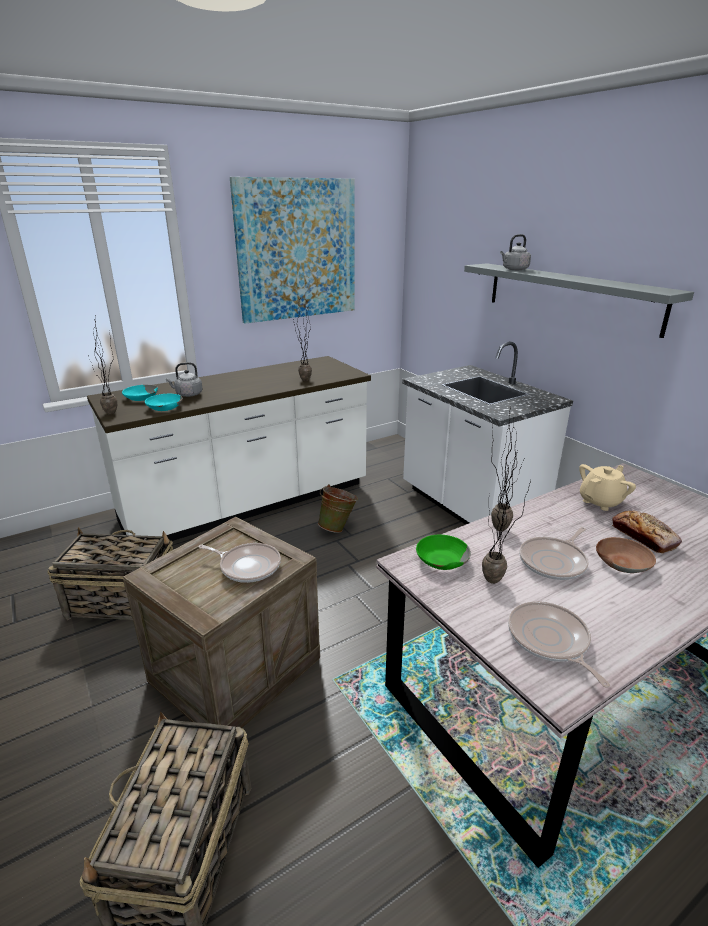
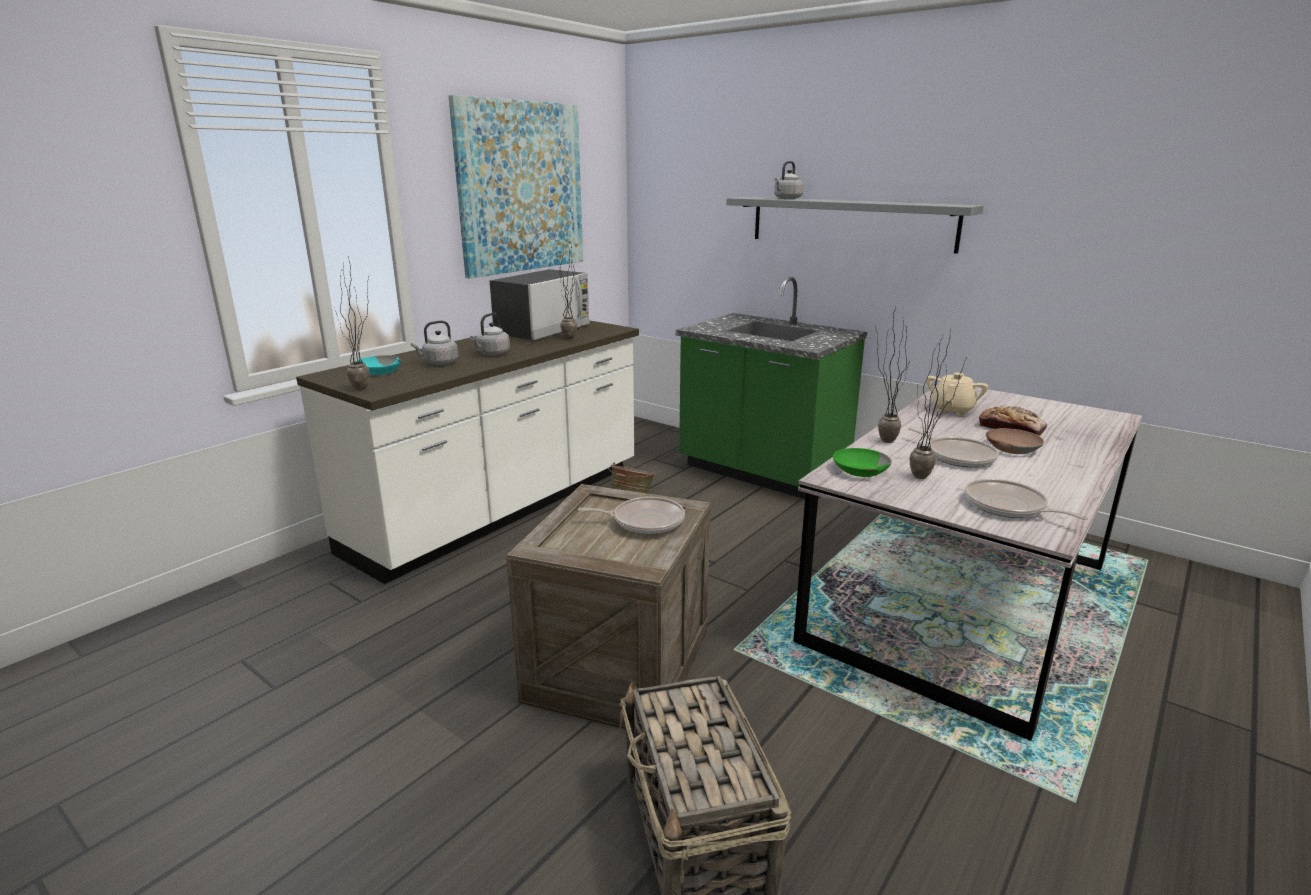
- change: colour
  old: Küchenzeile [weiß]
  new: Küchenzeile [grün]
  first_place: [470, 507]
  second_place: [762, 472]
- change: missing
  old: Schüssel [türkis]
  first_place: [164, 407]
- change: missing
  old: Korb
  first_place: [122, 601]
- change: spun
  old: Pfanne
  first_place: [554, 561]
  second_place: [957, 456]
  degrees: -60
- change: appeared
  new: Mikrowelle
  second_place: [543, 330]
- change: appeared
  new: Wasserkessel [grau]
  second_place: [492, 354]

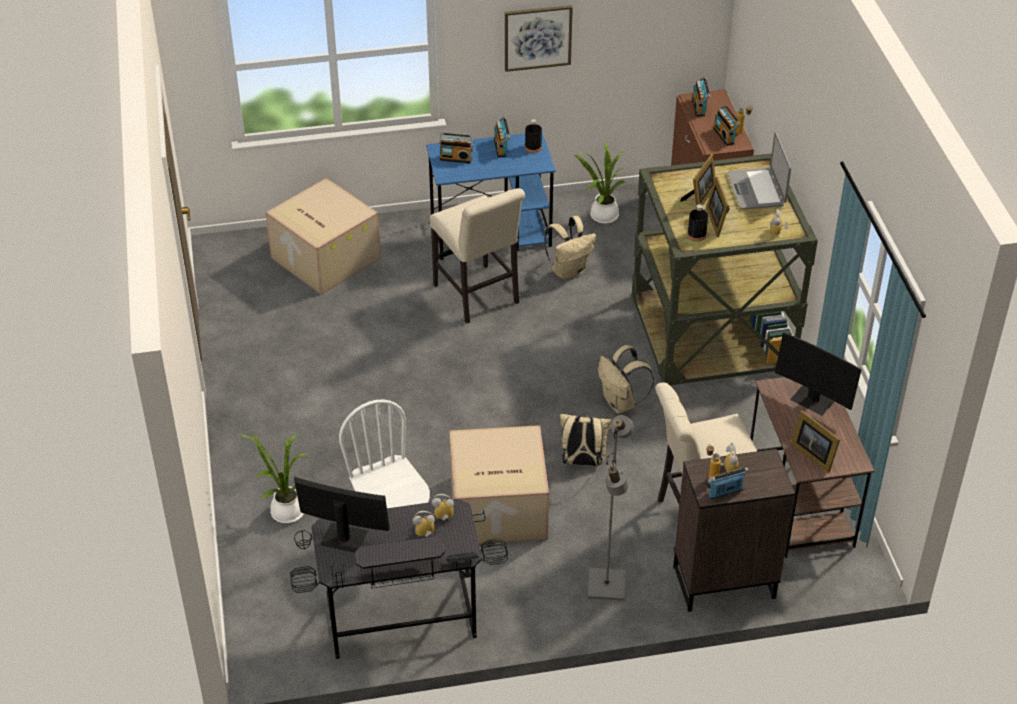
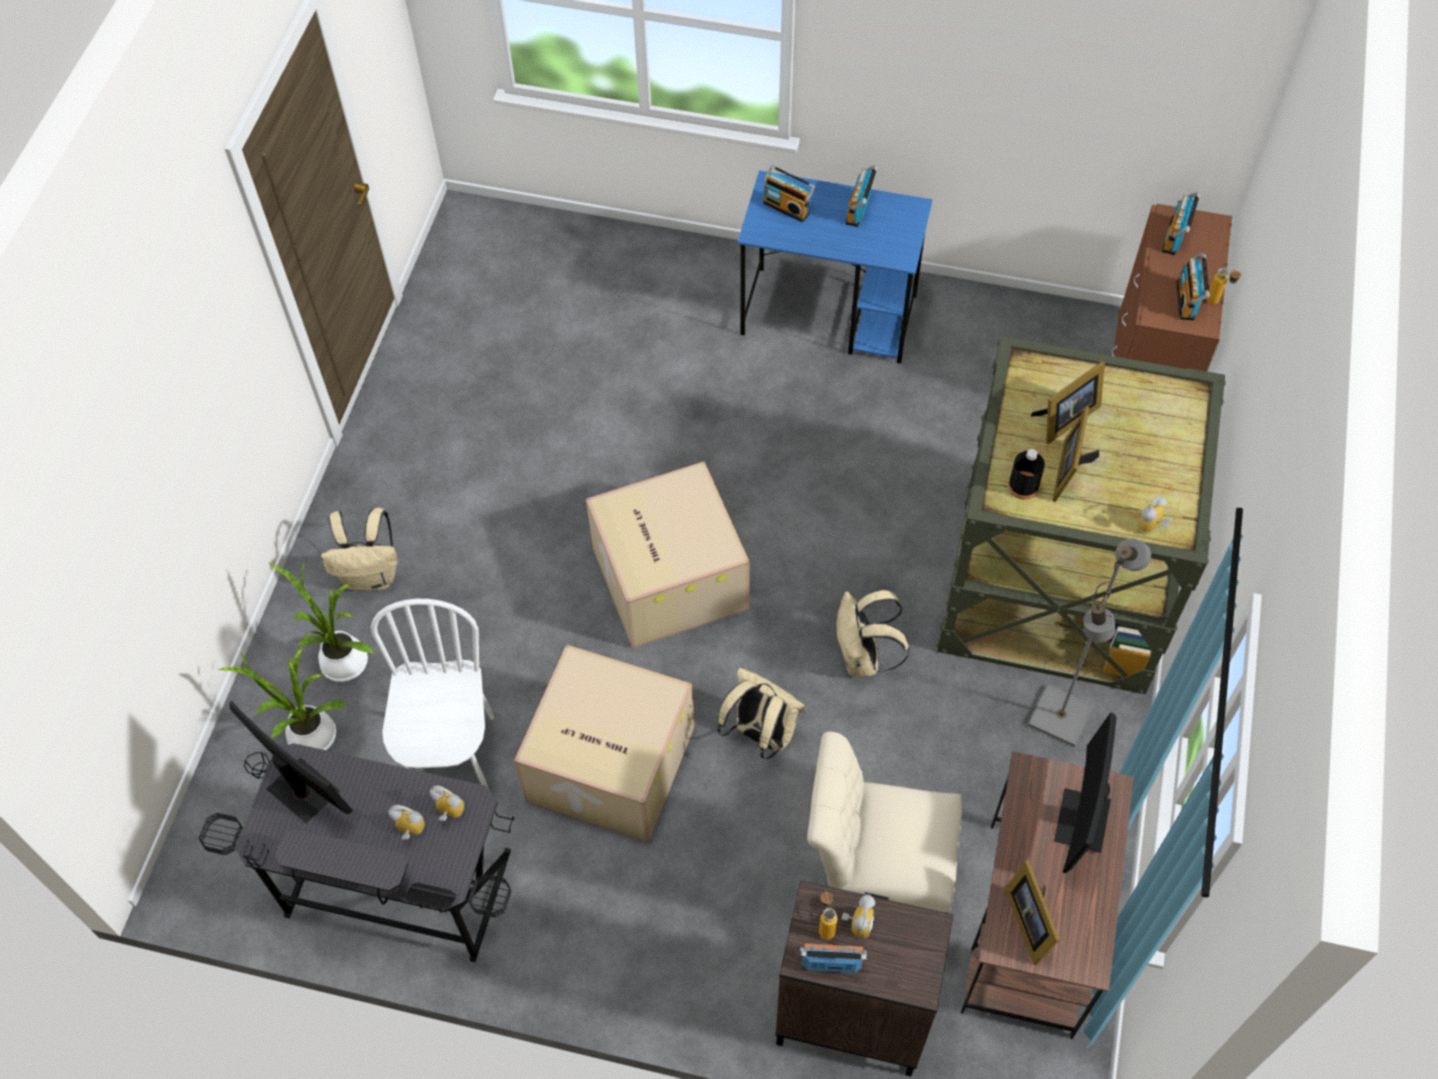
- change: missing
  old: Bild
  first_place: [537, 37]
- change: missing
  old: Flasche [schwarz]
  first_place: [533, 147]
- change: missing
  old: Laptop
  first_place: [756, 189]
- change: relocated
  old: Topfpflanze
  first_place: [601, 216]
  second_place: [308, 735]
- change: relocated
  old: Karton
  first_place: [324, 258]
  second_place: [667, 577]
- change: missing
  old: Hocker [beige]
  first_place: [478, 297]
- change: relocated
  old: Rucksack [beige]
  first_place: [569, 271]
  second_place: [372, 576]
- change: spun
  old: Monitor
  first_place: [813, 400]
  second_place: [1082, 821]
  degrees: 45
- change: relocated
  old: Stehlampe [grau]
  first_place: [606, 585]
  second_place: [1060, 716]

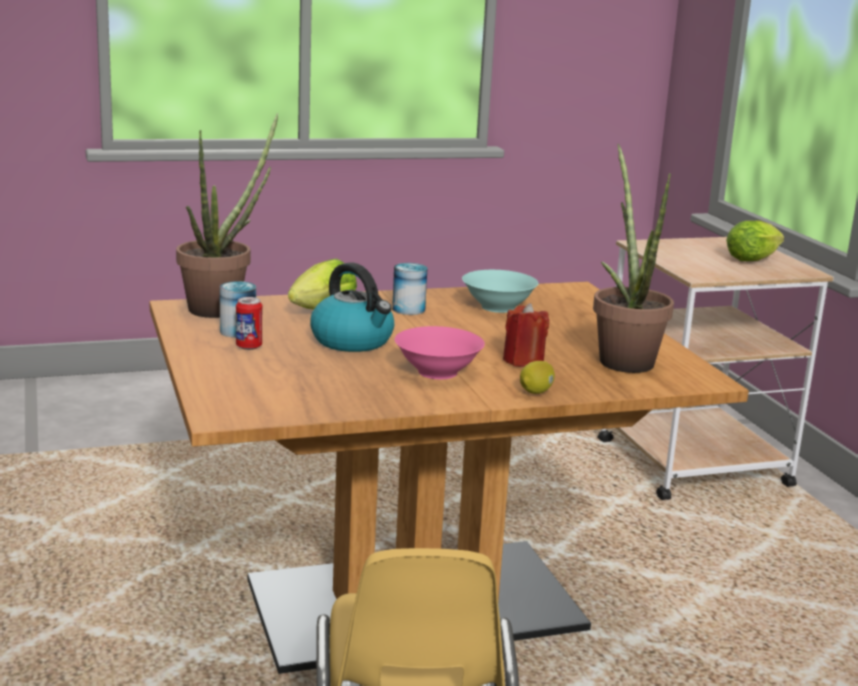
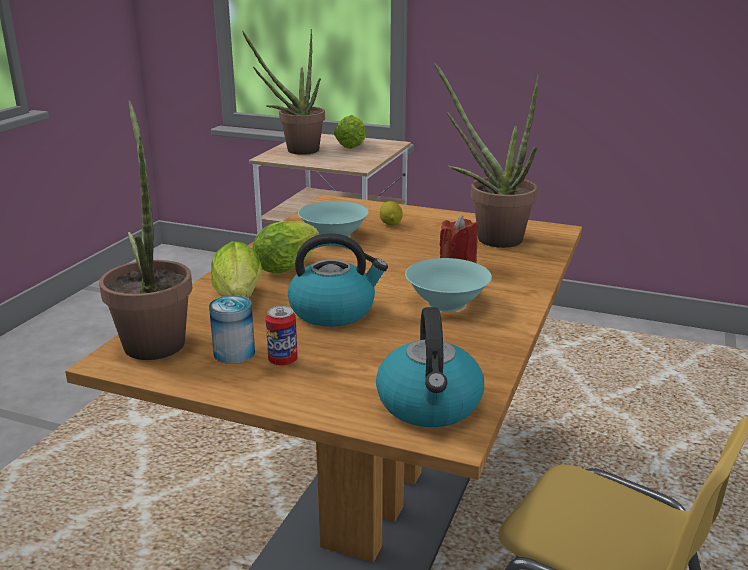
- change: exchanged
  old: Dose
  new: Salatkopf
  first_place: [408, 309]
  second_place: [290, 266]
- change: colour
  old: Schüssel [rosa]
  new: Schüssel [türkis]
  first_place: [436, 372]
  second_place: [446, 303]
- change: relocated
  old: Zitrone
  first_place: [536, 391]
  second_place: [391, 224]
- change: appeared
  new: Topfpflanze
  second_place: [296, 151]
- change: appeared
  new: Wasserkessel
  second_place: [430, 405]

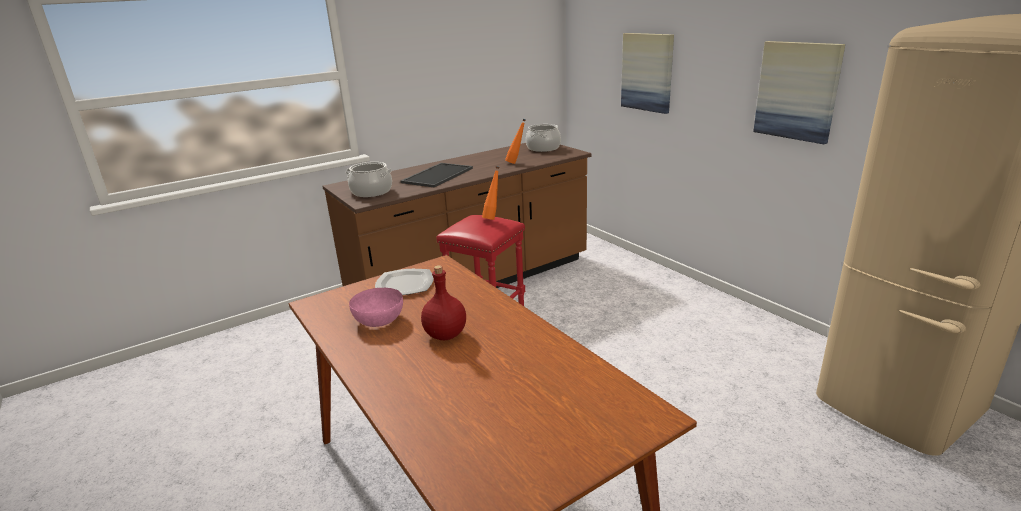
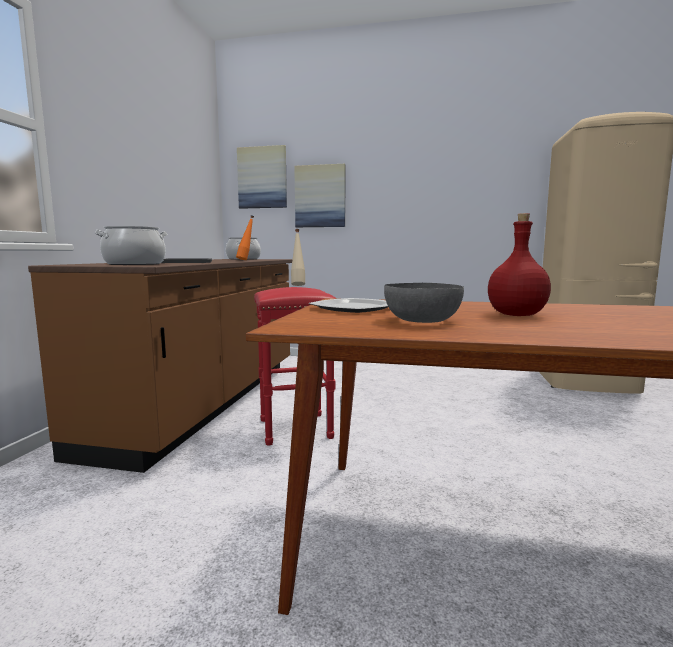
- change: relocated
  old: Bild
  first_place: [797, 91]
  second_place: [262, 177]
- change: colour
  old: Flasche [orange]
  new: Flasche [beige]
  first_place: [493, 218]
  second_place: [298, 285]
- change: colour
  old: Schüssel [rosa]
  new: Schüssel [grau]
  first_place: [379, 319]
  second_place: [421, 320]

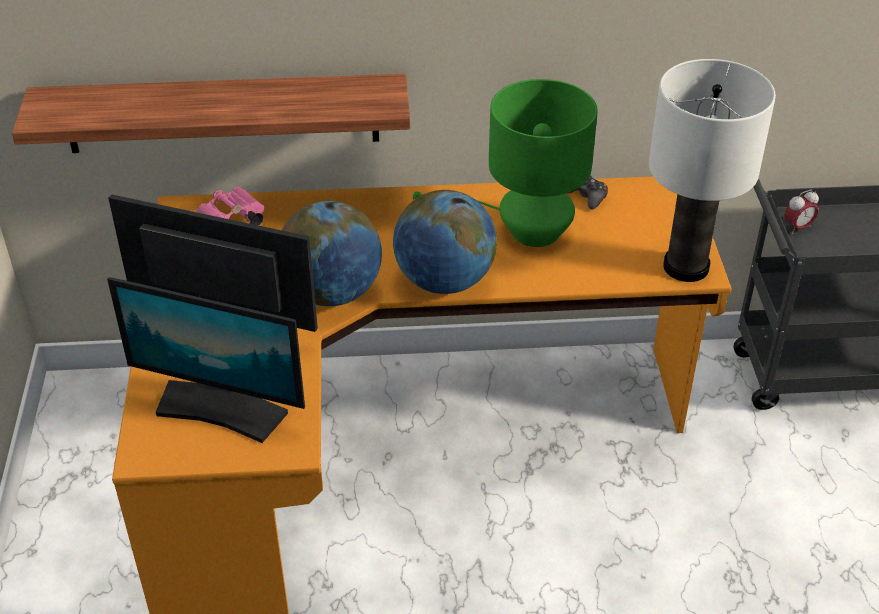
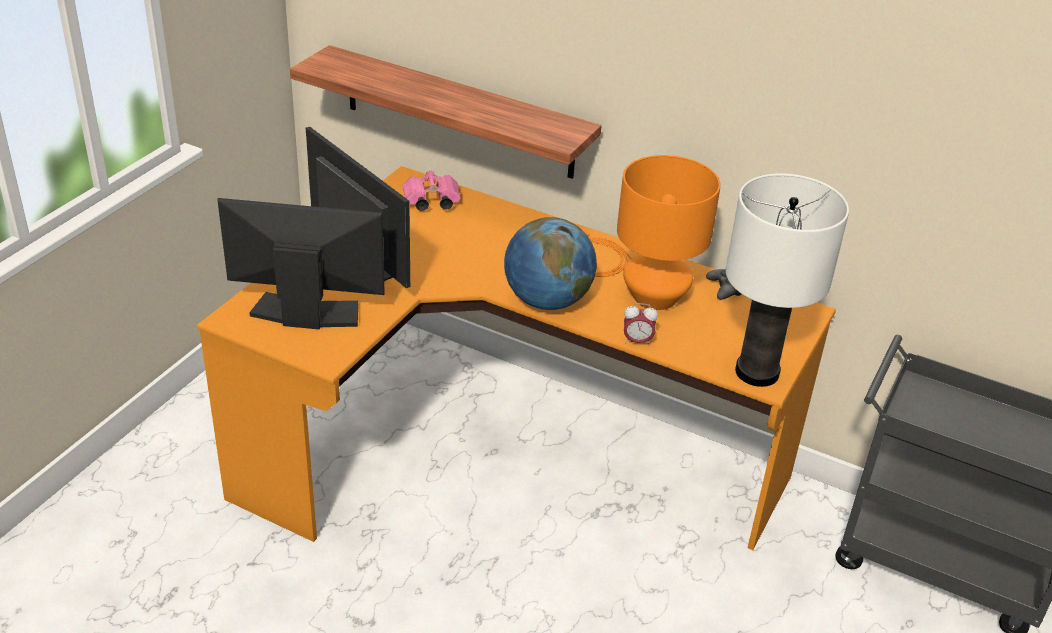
- change: colour
  old: Tischlampe [grün]
  new: Tischlampe [orange]
  first_place: [500, 225]
  second_place: [631, 281]
- change: relocated
  old: Wecker
  first_place: [797, 227]
  second_place: [637, 341]
- change: missing
  old: Globus
  first_place: [332, 293]
- change: spun
  old: Monitor
  first_place: [221, 408]
  second_place: [306, 314]
  degrees: 135

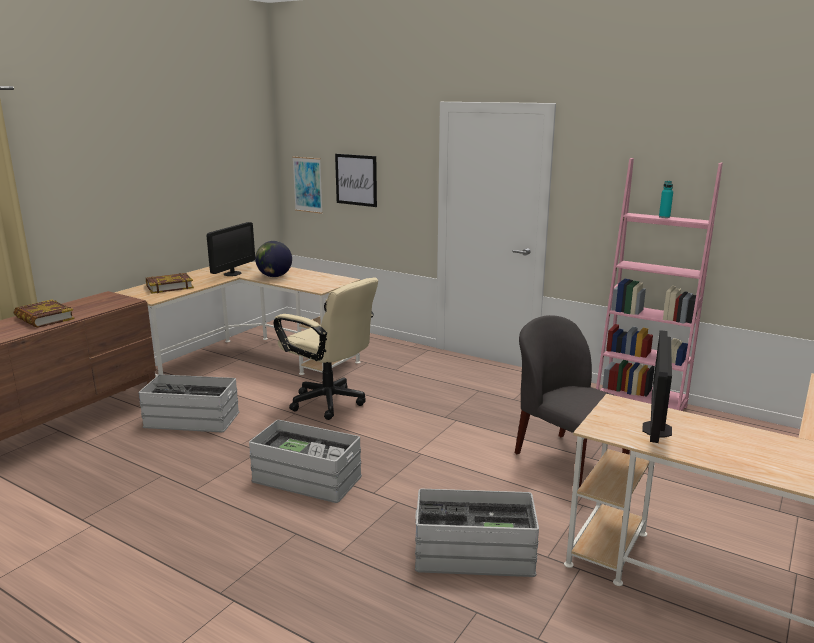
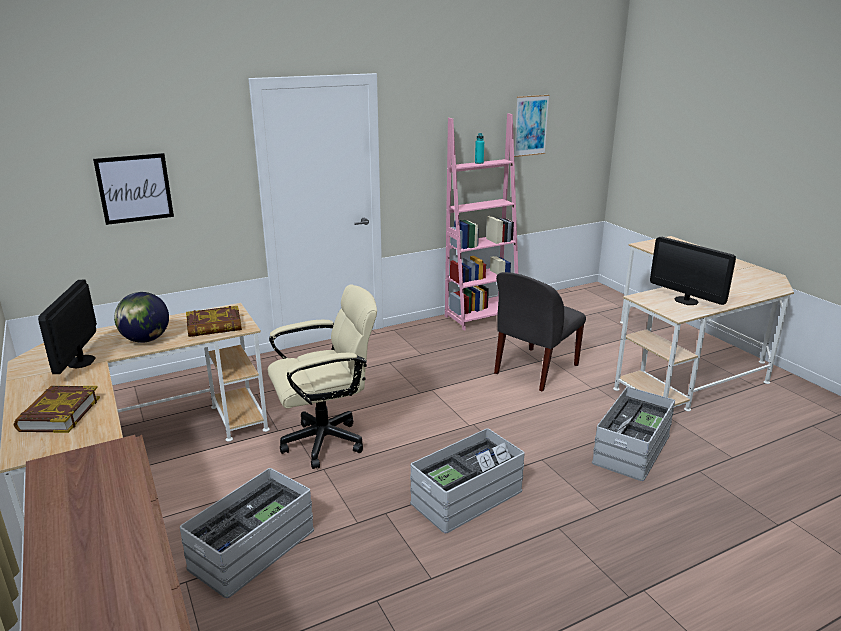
- change: relocated
  old: Bild
  first_place: [307, 184]
  second_place: [531, 125]
- change: spun
  old: Monitor
  first_place: [232, 273]
  second_place: [81, 361]
  degrees: -150
- change: relocated
  old: Buch
  first_place: [44, 318]
  second_place: [214, 326]
- change: spun
  old: Stuhl [grau]
  first_place: [567, 460]
  second_place: [535, 370]
  degrees: -45

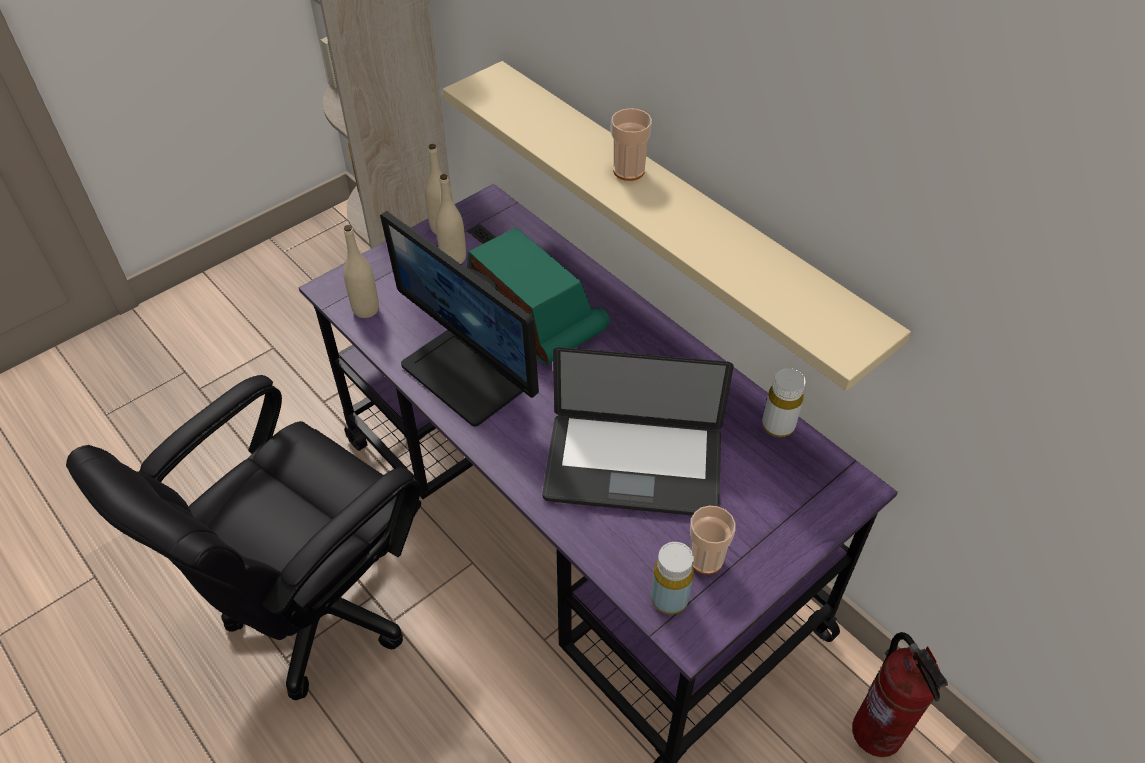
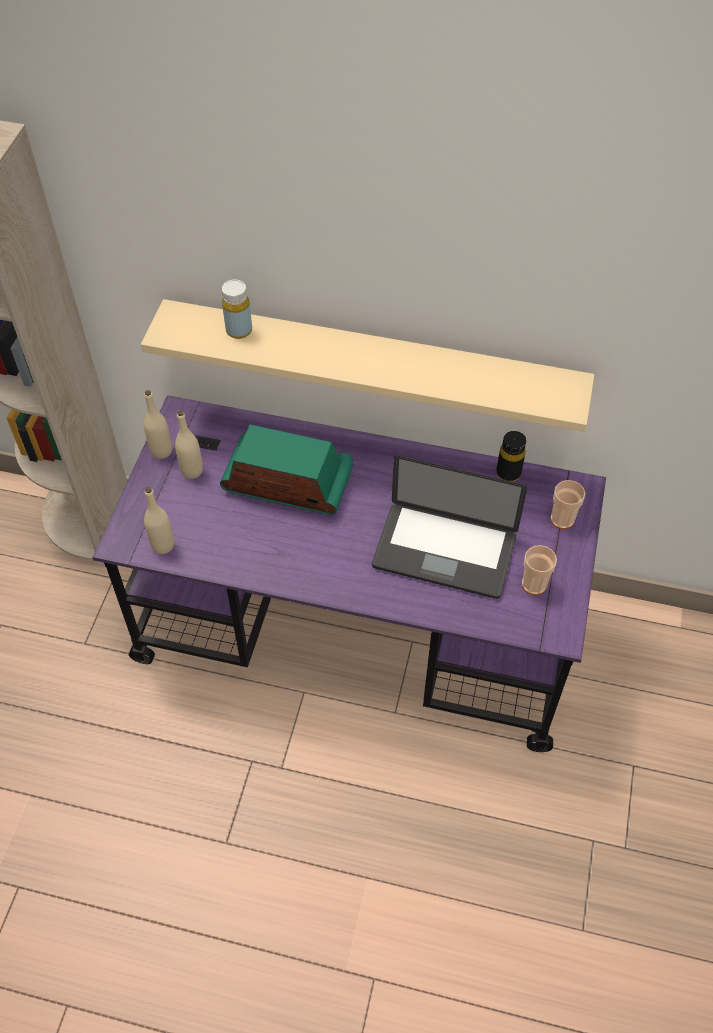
- change: relocated
  old: Tasse
  first_place: [628, 171]
  second_place: [562, 519]
- change: missing
  old: Monitor
  first_place: [467, 374]
- change: spun
  old: Laptop
  first_place: [633, 466]
  second_place: [444, 551]
  degrees: 45
- change: colour
  old: Flasche [weiß]
  new: Flasche [schwarz]
  first_place: [778, 425]
  second_place: [508, 473]
- change: missing
  old: Bürostuhl [schwarz]
  first_place: [315, 621]
- change: relocated
  old: Flasche [gelb]
  first_place: [669, 598]
  second_place: [239, 330]
- change: missing
  old: Feuerlöscher
  first_place: [878, 732]

